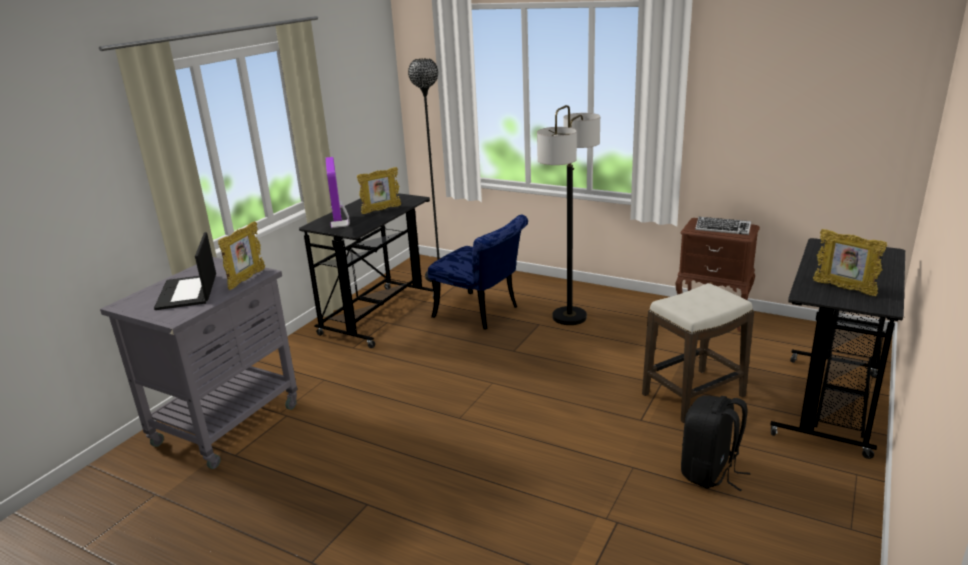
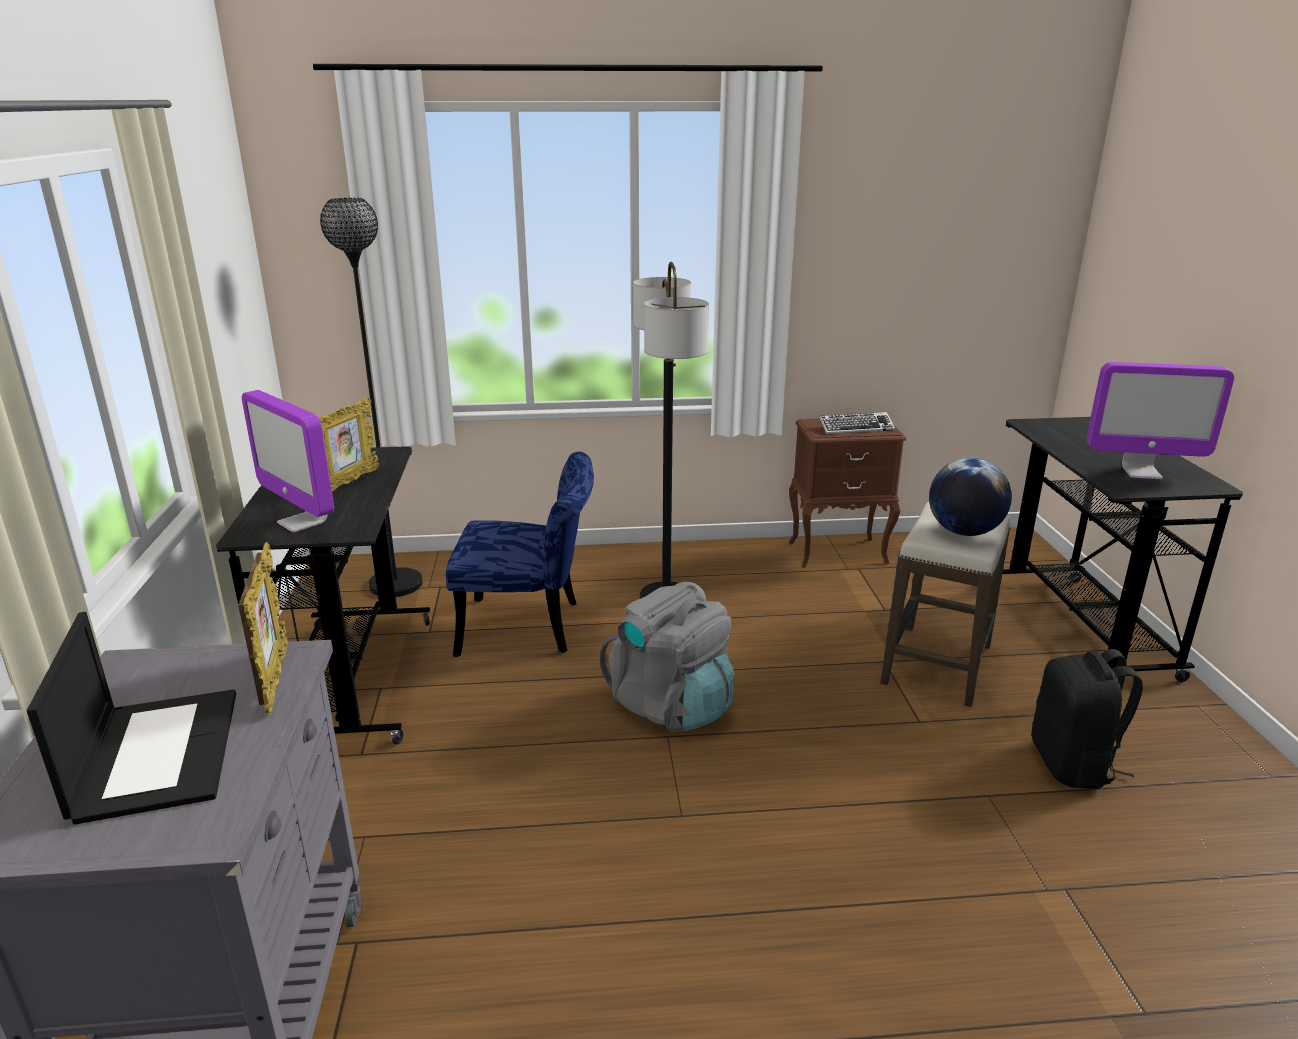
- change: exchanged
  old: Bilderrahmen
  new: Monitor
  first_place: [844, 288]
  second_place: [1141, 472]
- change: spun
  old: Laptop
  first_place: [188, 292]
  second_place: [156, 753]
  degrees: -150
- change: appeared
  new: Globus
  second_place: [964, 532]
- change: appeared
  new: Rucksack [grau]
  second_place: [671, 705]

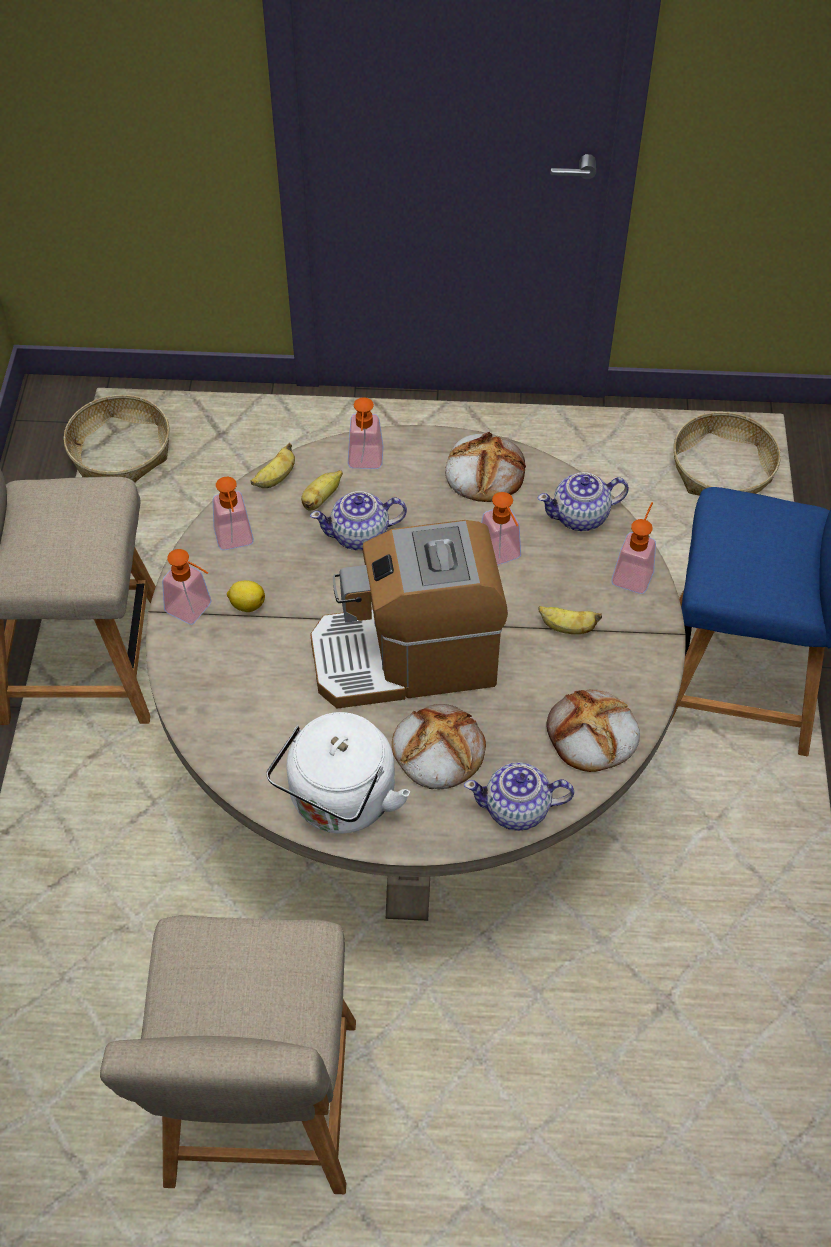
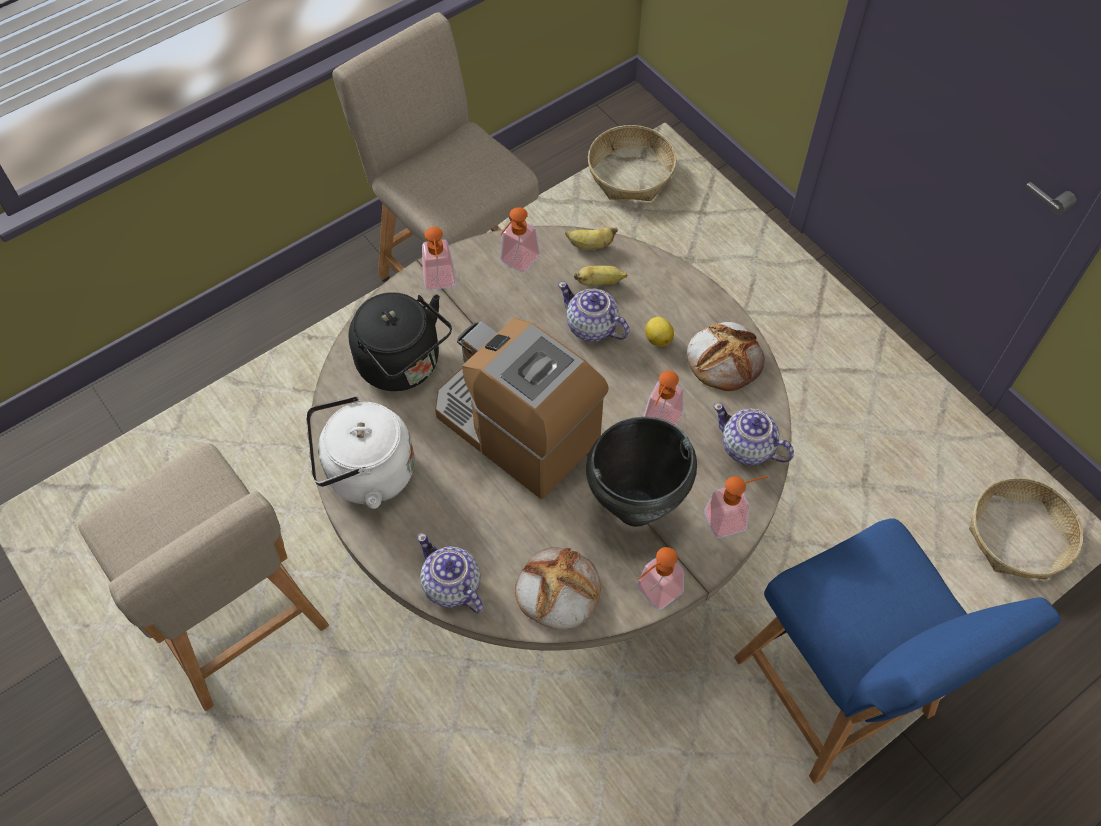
- change: relocated
  old: Seifenspender
  first_place: [365, 463]
  second_place: [653, 594]
- change: relocated
  old: Zitrone
  first_place: [246, 604]
  second_place: [658, 338]
- change: exchanged
  old: Banane
  new: Kochtopf [schwarz]
  first_place: [567, 628]
  second_place: [636, 509]
- change: missing
  old: Brot
  first_place: [437, 749]
- change: spun
  old: Stuhl [beige]
  first_place: [261, 1114]
  second_place: [238, 623]
  degrees: -90
- change: appeared
  new: Wasserkessel [schwarz]
  second_place: [403, 365]

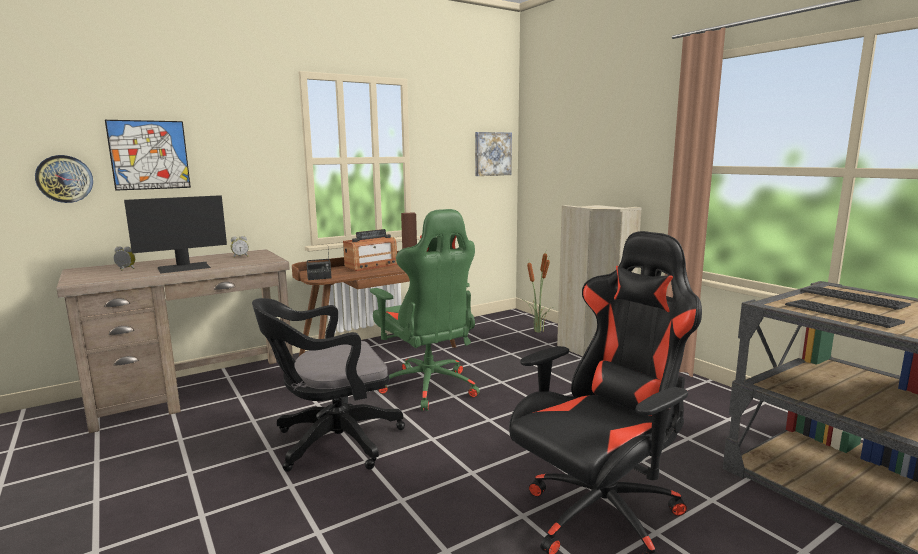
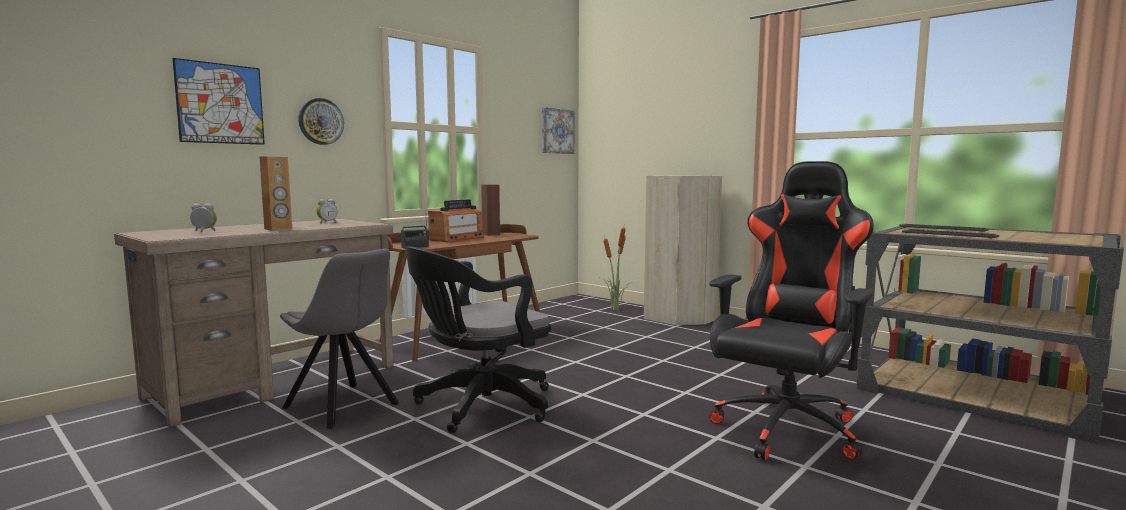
- change: relocated
  old: Wanduhr
  first_place: [64, 179]
  second_place: [321, 121]
- change: exchanged
  old: Monitor
  new: Lautsprecher [braun]
  first_place: [184, 268]
  second_place: [278, 229]
- change: missing
  old: Bürostuhl [grün]
  first_place: [425, 384]
- change: appeared
  new: Stuhl [grau]
  second_place: [342, 406]

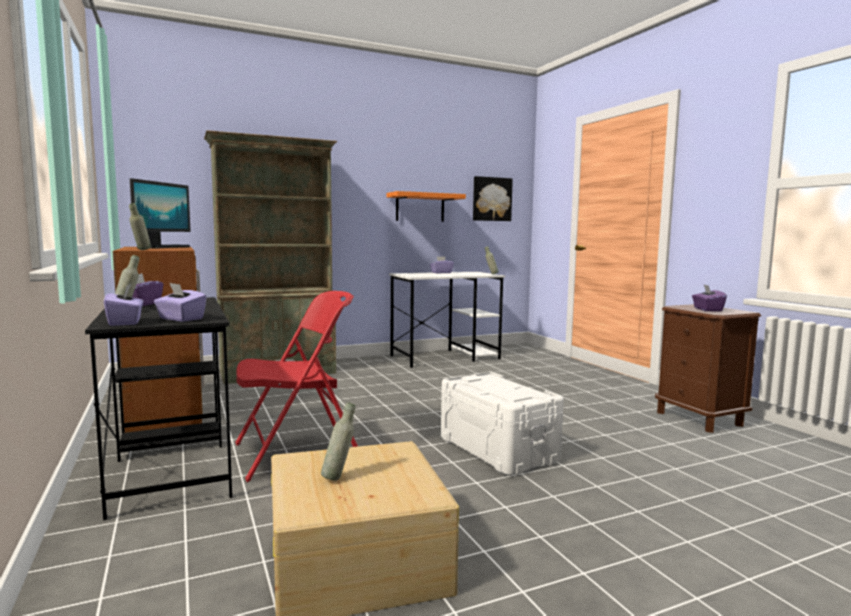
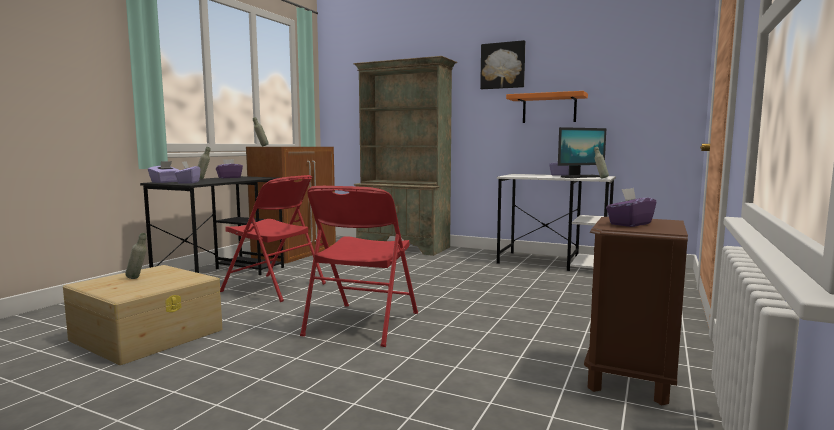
- change: relocated
  old: Bild
  first_place: [491, 199]
  second_place: [503, 65]
- change: relocated
  old: Monitor
  first_place: [163, 247]
  second_place: [580, 177]
- change: exchanged
  old: Aufbewahrungsbox [weiß]
  new: Stuhl [rot]
  first_place: [496, 449]
  second_place: [362, 324]

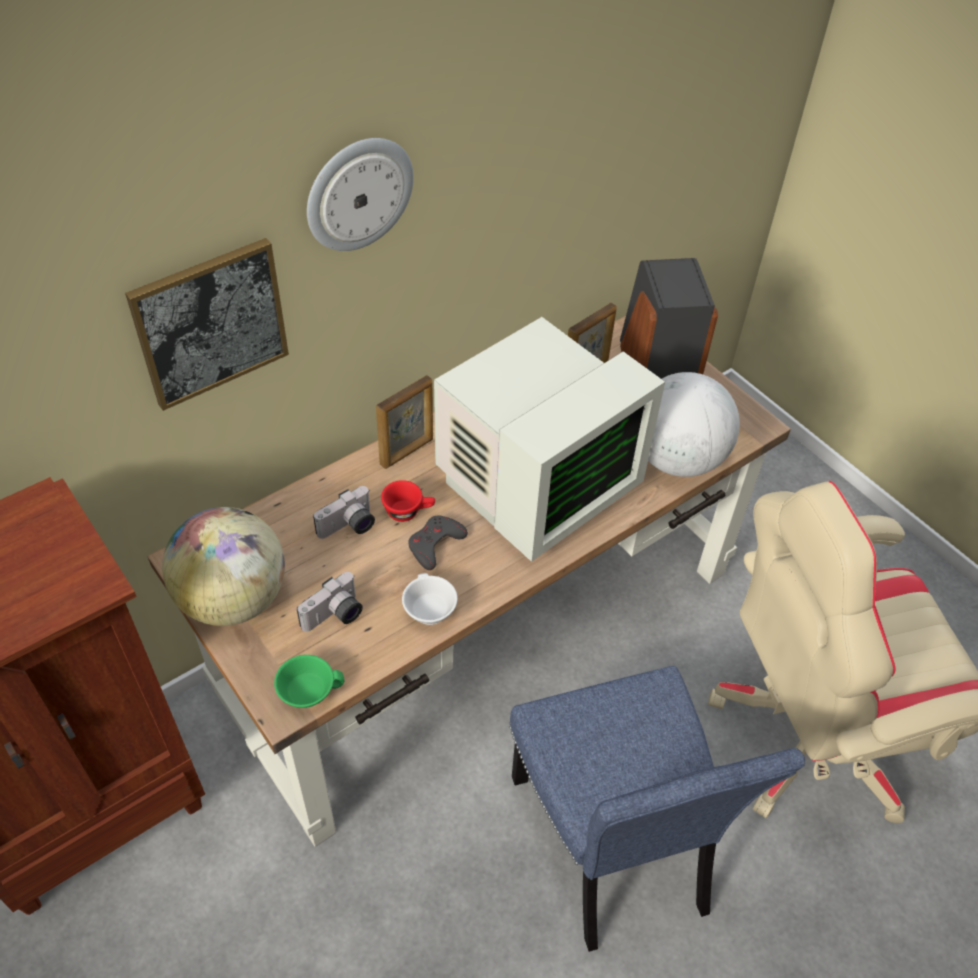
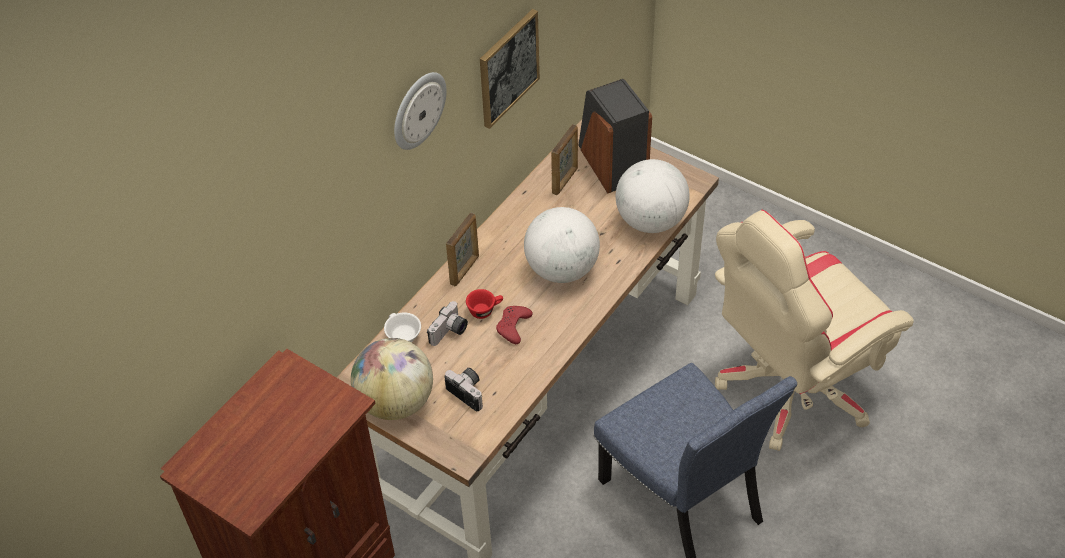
- change: relocated
  old: Bild
  first_place: [210, 323]
  second_place: [508, 68]
- change: exchanged
  old: Monitor
  new: Globus
  first_place: [532, 487]
  second_place: [562, 269]
- change: colour
  old: Gamepad [grau]
  new: Gamepad [rot]
  first_place: [435, 544]
  second_place: [513, 326]
- change: spun
  old: Kamera
  first_place: [335, 616]
  second_place: [469, 392]
  degrees: -75
- change: relocated
  old: Tasse [weiß]
  first_place: [427, 610]
  second_place: [402, 336]
- change: missing
  old: Tasse [grün]
  first_place: [308, 690]

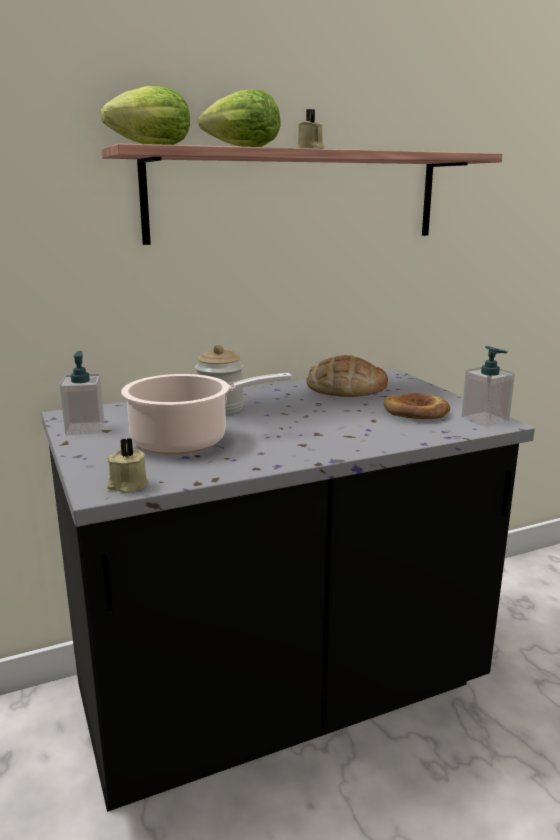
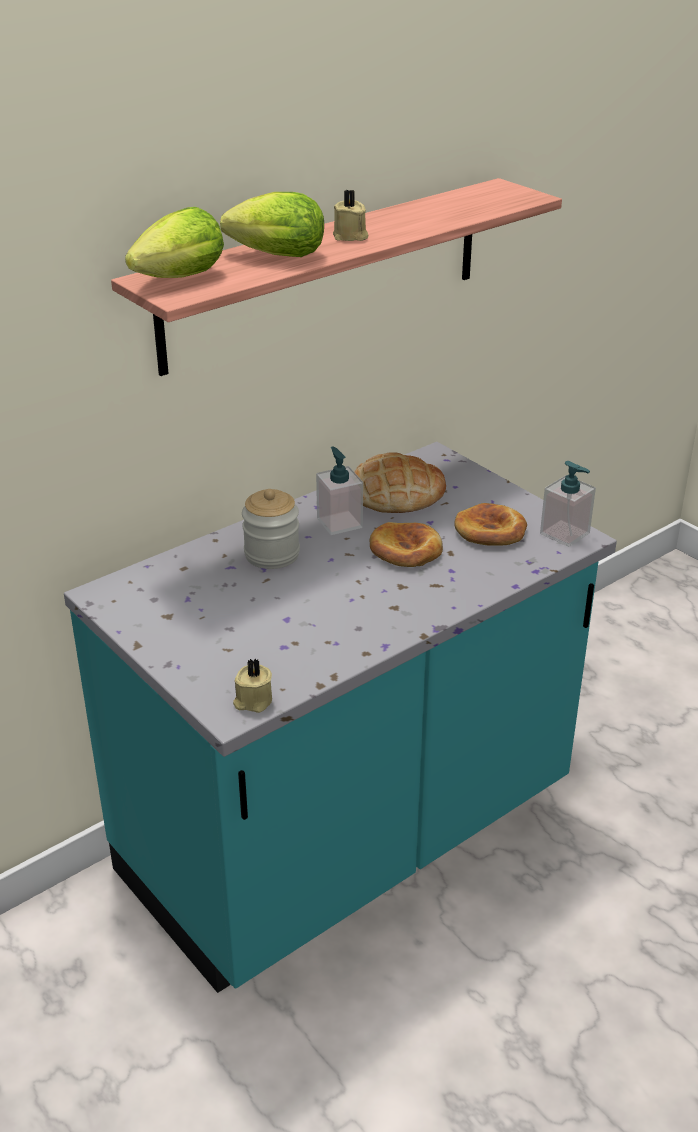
- change: relocated
  old: Seifenspender
  first_place: [85, 428]
  second_place: [339, 523]
- change: colour
  old: Küchenzeile [schwarz]
  new: Küchenzeile [türkis]
  first_place: [280, 696]
  second_place: [348, 837]
- change: missing
  old: Kochtopf
  first_place: [186, 440]
- change: appeared
  new: Brot
  second_place: [406, 550]

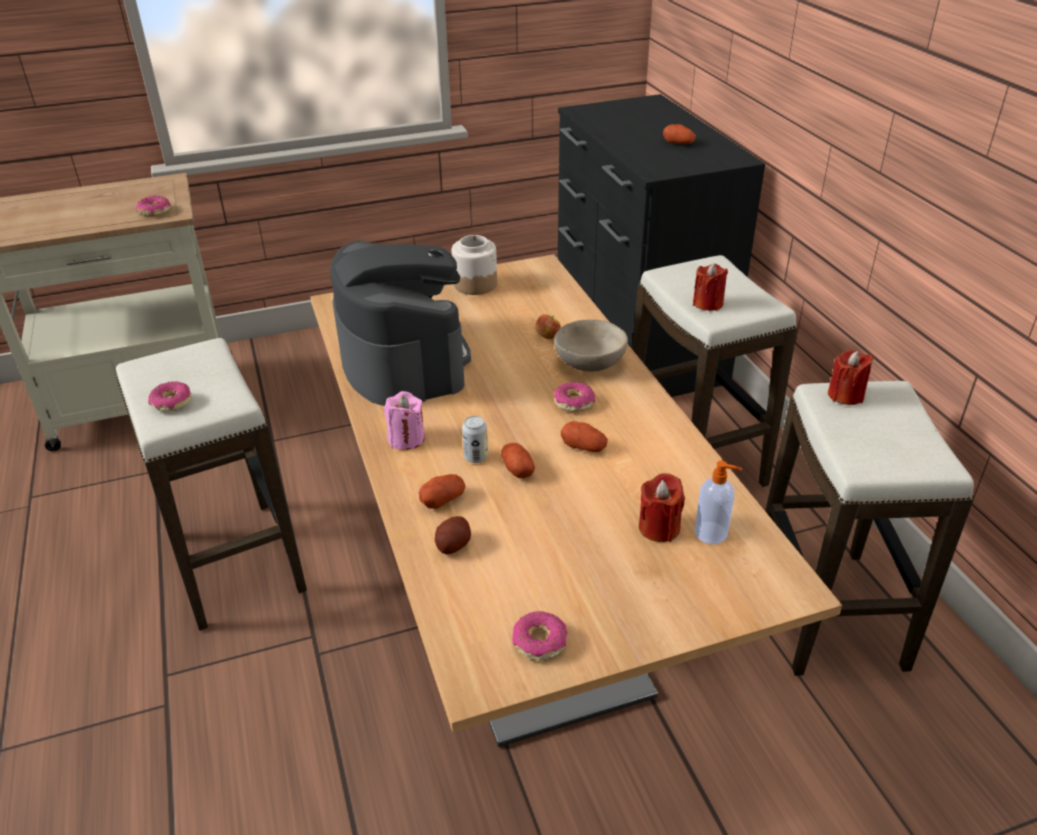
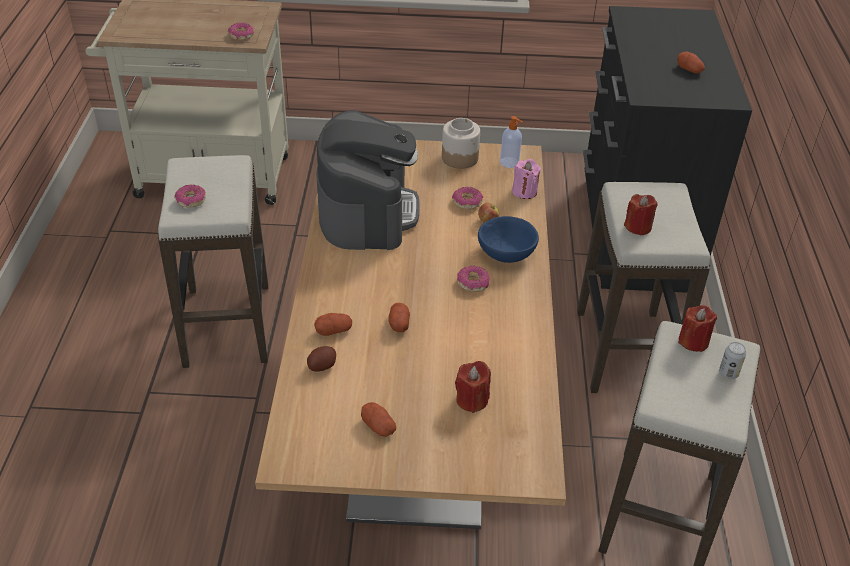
- change: colour
  old: Schüssel [beige]
  new: Schüssel [blau]
  first_place: [590, 363]
  second_place: [507, 254]
- change: relocated
  old: Kerze [rosa]
  first_place: [406, 439]
  second_place: [524, 191]
- change: relocated
  old: Dose
  first_place: [476, 457]
  second_place: [728, 373]
- change: relocated
  old: Kartoffel
  first_place: [584, 446]
  second_place: [378, 426]
- change: relocated
  old: Seifenspender
  first_place: [712, 533]
  second_place: [510, 163]
- change: relocated
  old: Donut
  first_place: [539, 642]
  second_place: [467, 202]

